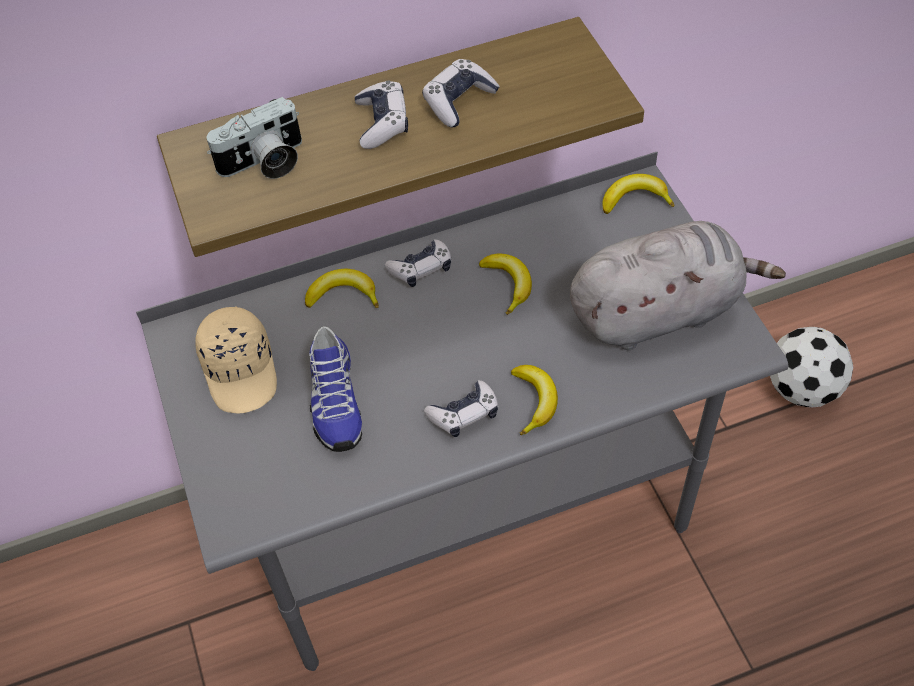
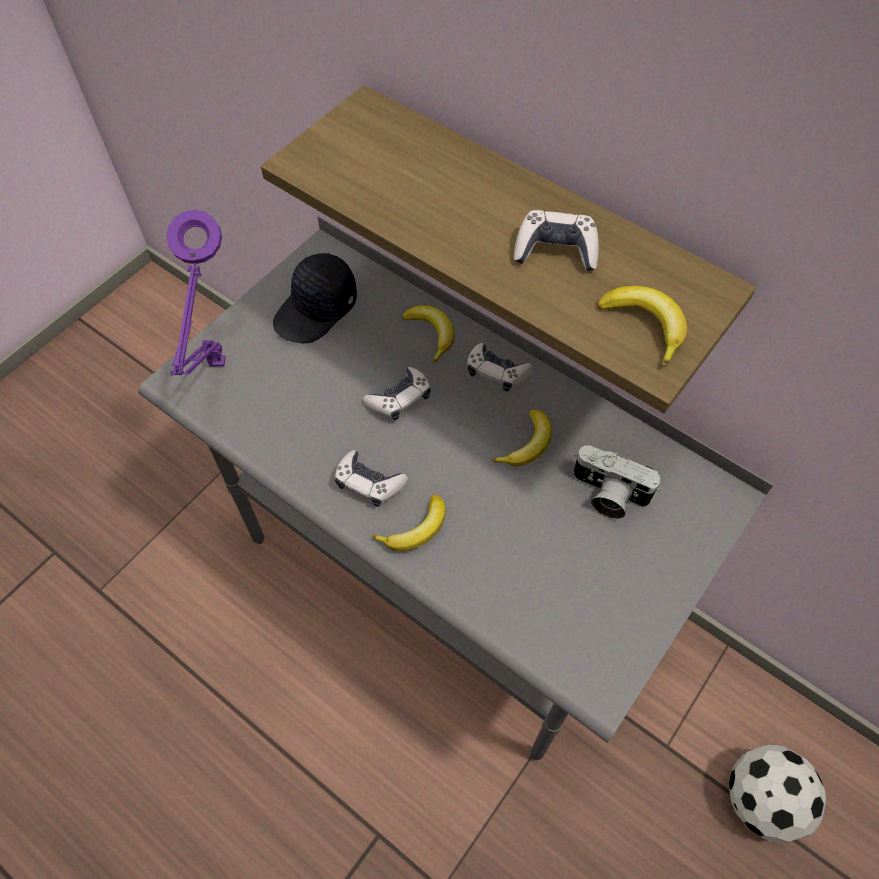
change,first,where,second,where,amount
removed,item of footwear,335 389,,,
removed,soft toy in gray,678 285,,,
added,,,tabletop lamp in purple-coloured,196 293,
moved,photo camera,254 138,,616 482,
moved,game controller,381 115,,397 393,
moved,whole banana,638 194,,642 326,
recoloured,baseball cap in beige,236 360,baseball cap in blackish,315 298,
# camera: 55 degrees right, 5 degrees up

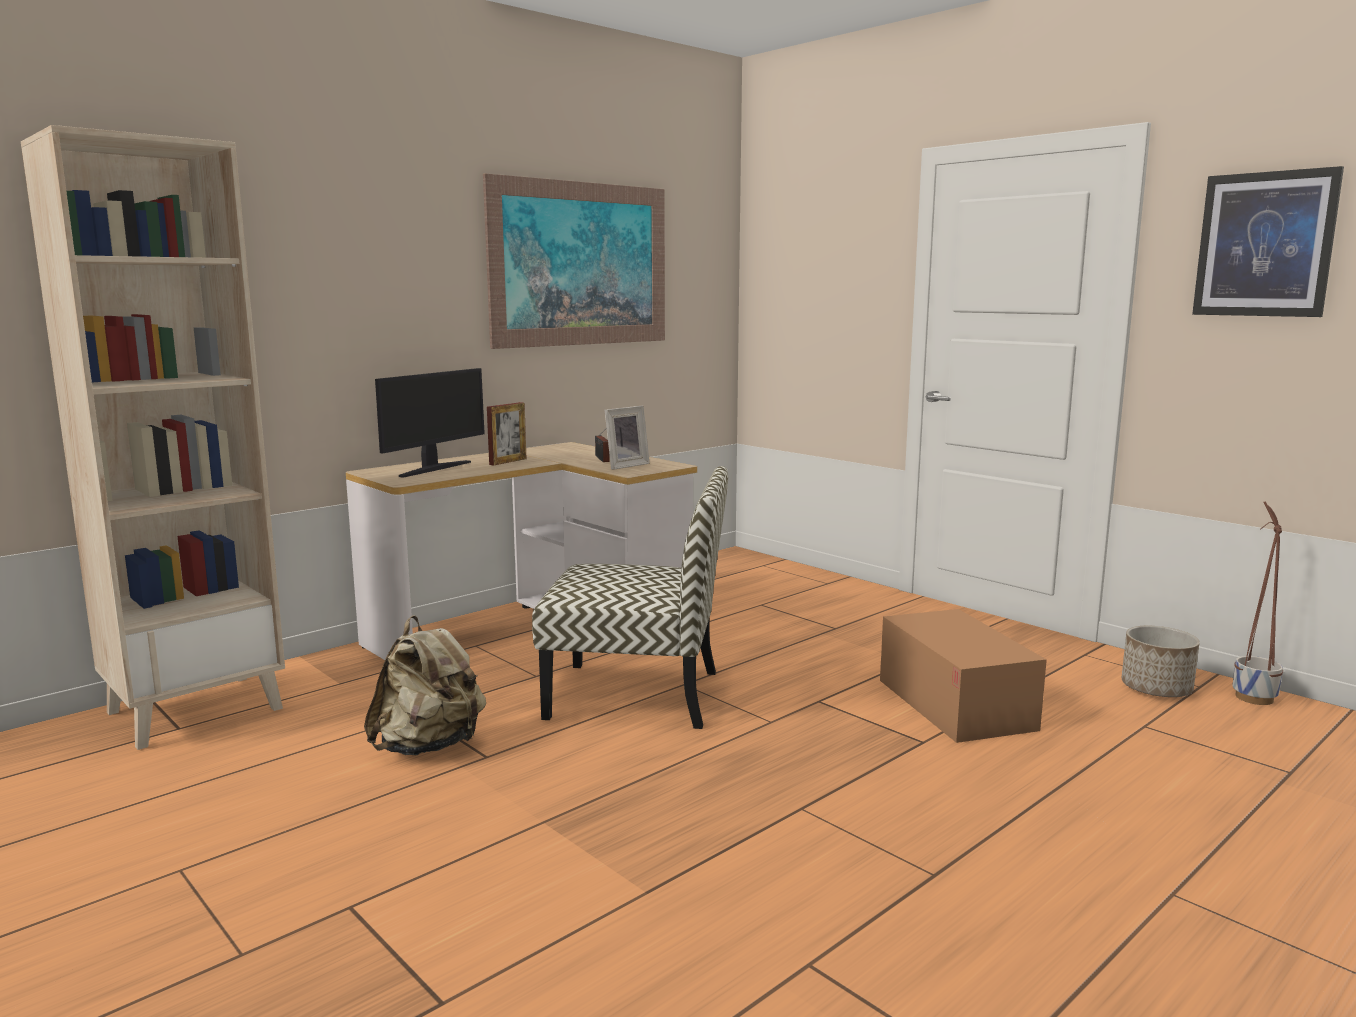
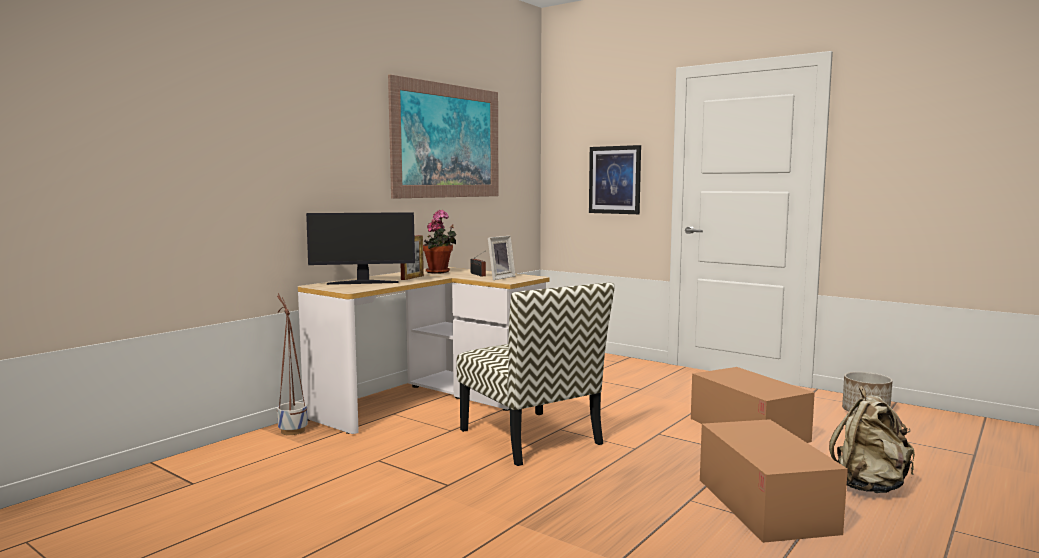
change,first,where,second,where,amount
removed,bookshelf in beige,153 437,,,
added,,,plant in a pot,440 242,
added,,,carton,774 481,
moved,knapsack in beige,425 685,,872 439,
moved,wall picture,1268 241,,615 179,
moved,planter,1257 603,,292 364,
turned,monitor,430 423,,360 248,60 degrees clockwise
turned,upright chair,630 597,,536 374,60 degrees clockwise
# camera: 10 degrees left, 5 degrees down

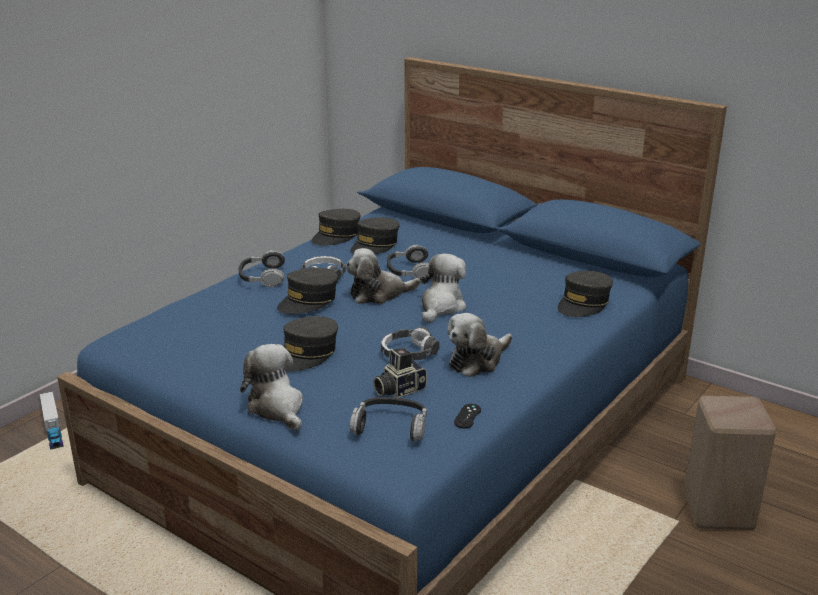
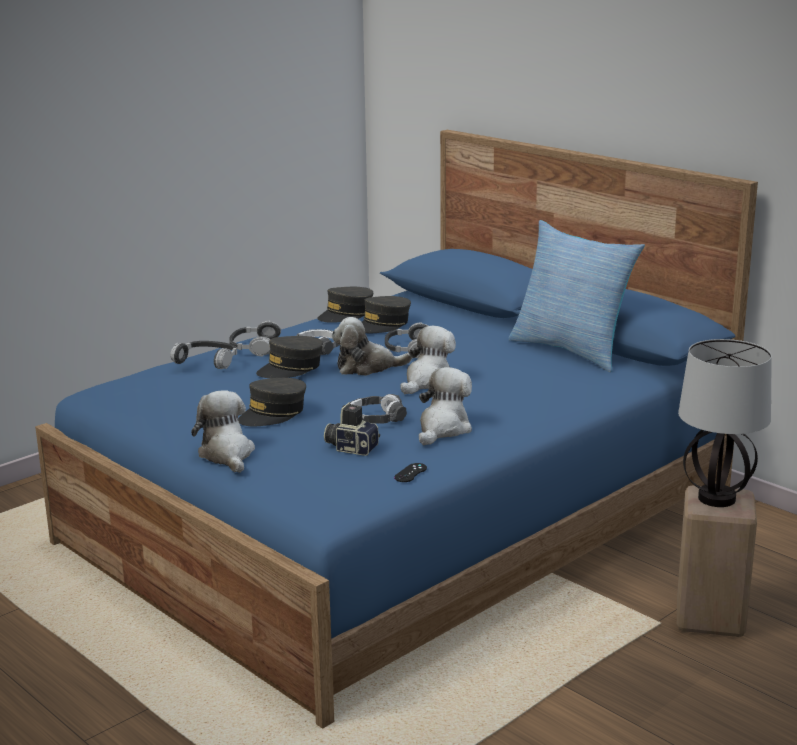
change,first,where,second,where,amount
removed,toy lorry,52 420,,,
removed,baseball cap in gray,585 294,,,
added,,,cushion,576 296,
added,,,tabletop lamp,725 423,
moved,headphones,388 419,,203 355,
turned,photo camera,400 373,,352 429,45 degrees clockwise
turned,soft toy,479 345,,445 406,150 degrees clockwise
# camera: 10 degrees right, 5 degrees down

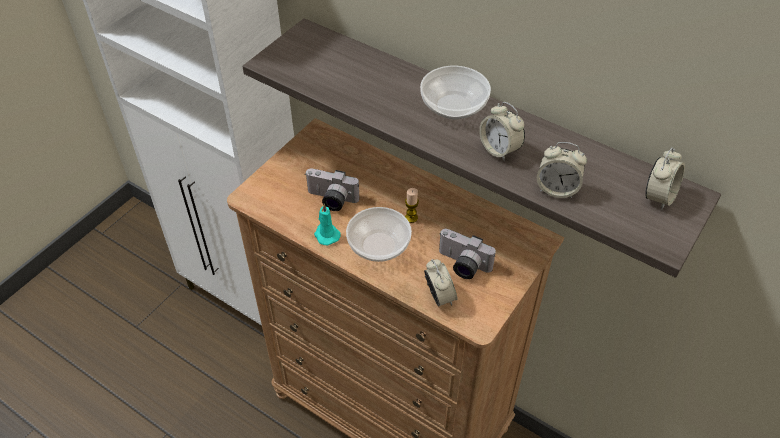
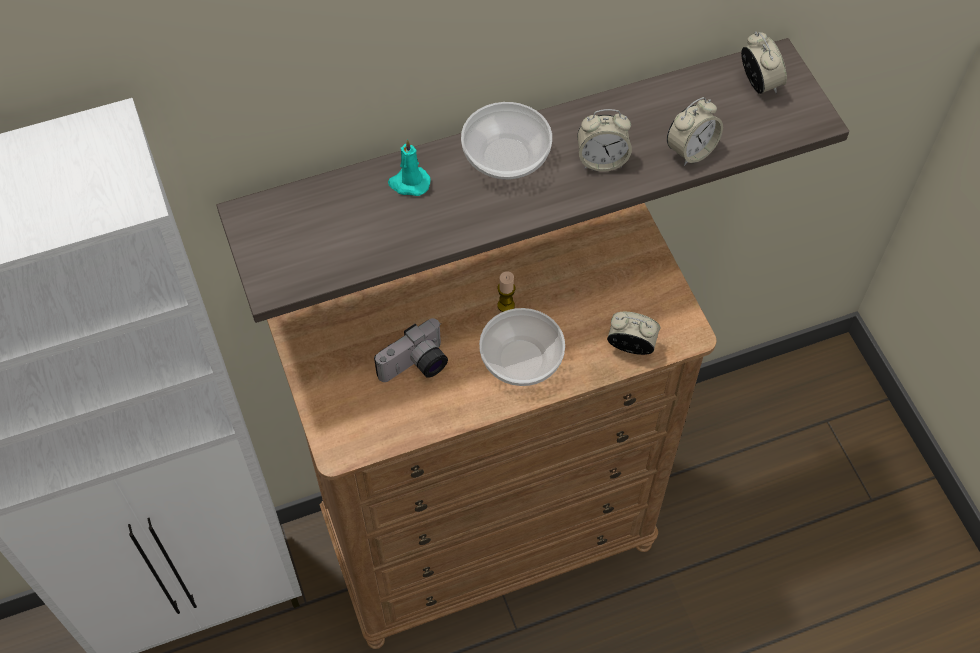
change,first,where,second,where,amount
removed,photo camera,467 254,,,
moved,candle in blue-green,327 224,,409 167,
# camera: 55 degrees left, 10 degrees up

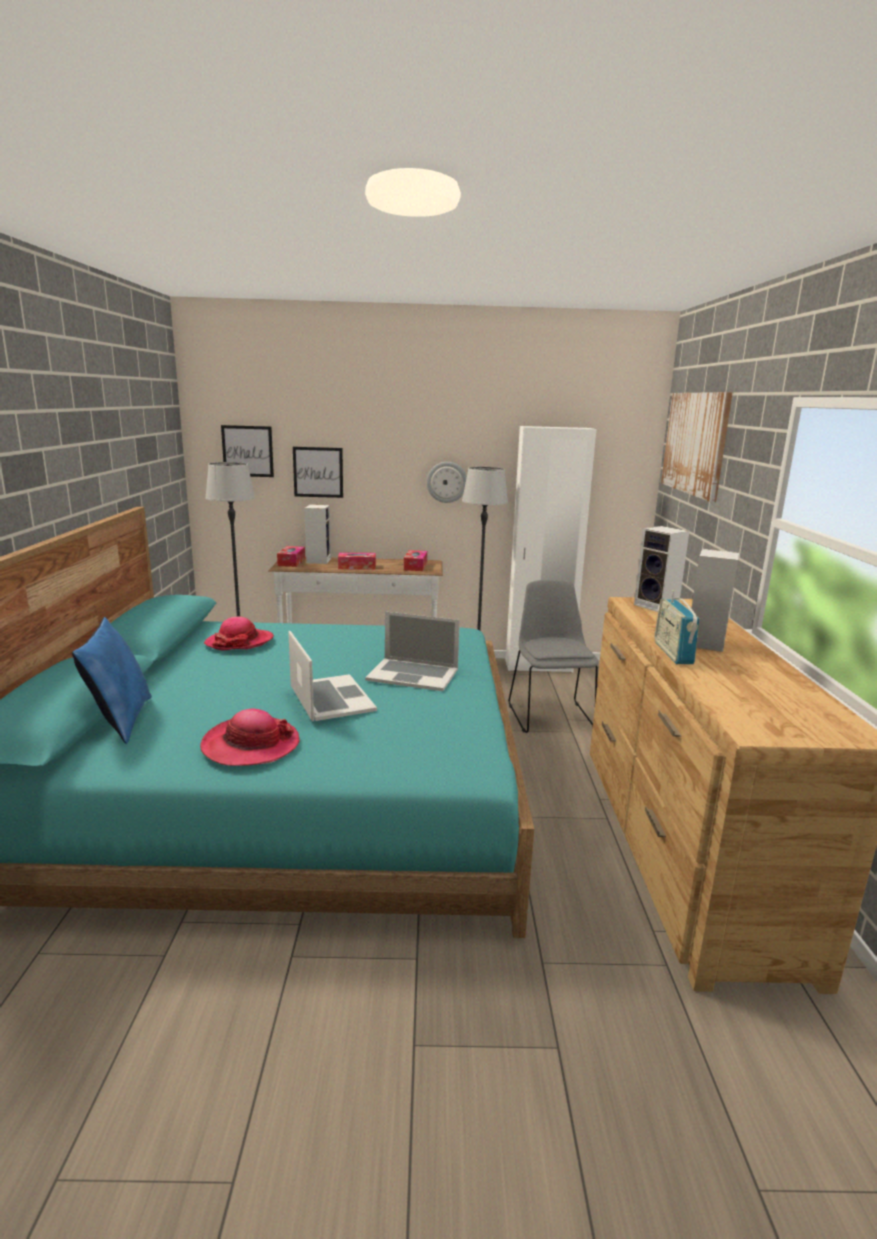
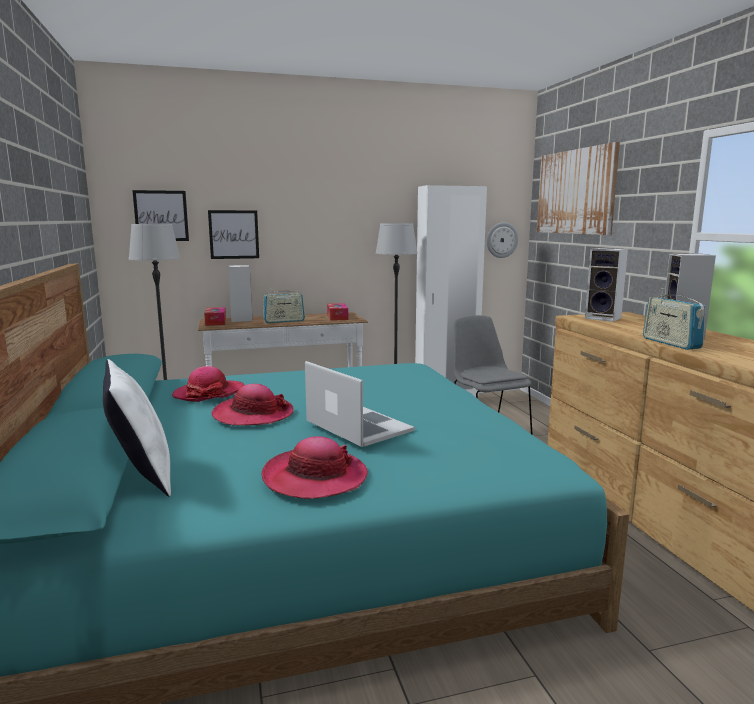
change,first,where,second,where,amount
removed,portable computer,412 651,,,
added,,,hat,253 405,
moved,clock on the wall,447 482,,502 240,
replaced,tissue box,357 561,radio set,284 305,
recoloured,cushion in blue,112 680,cushion in white,137 428,
# camera: 15 degrees left, 5 degrees down

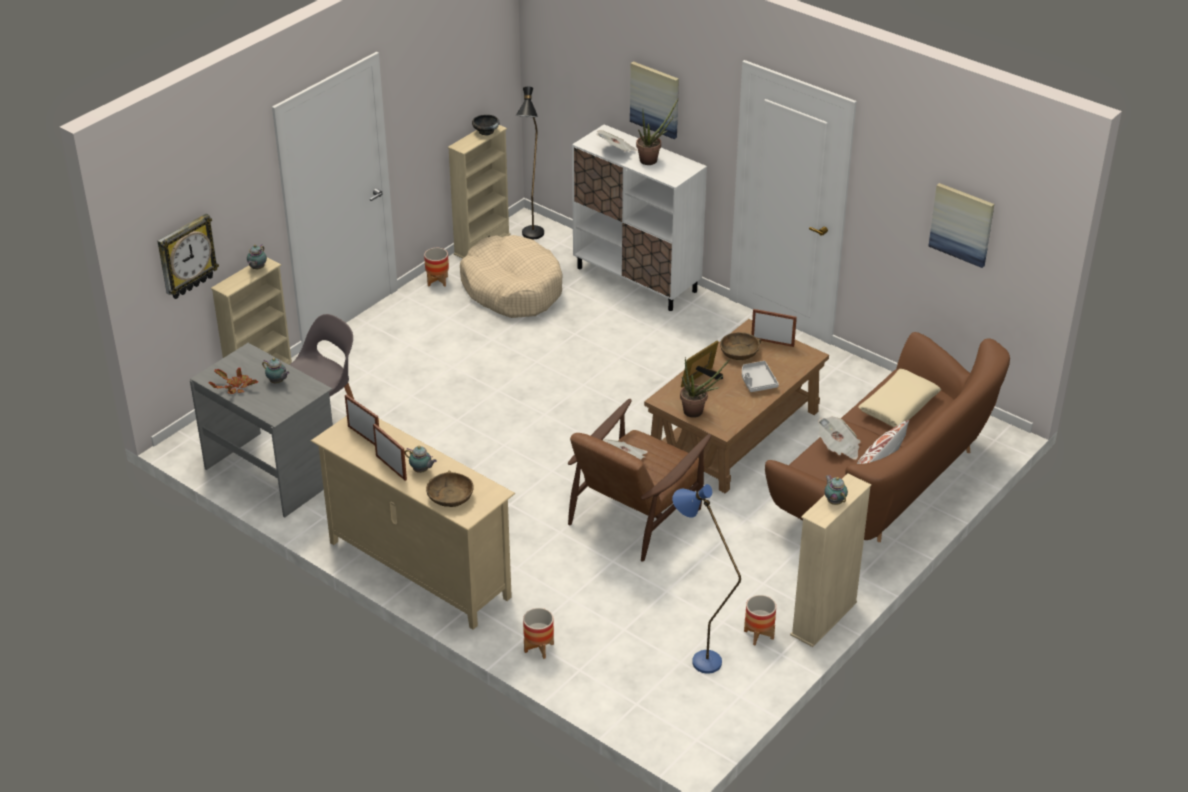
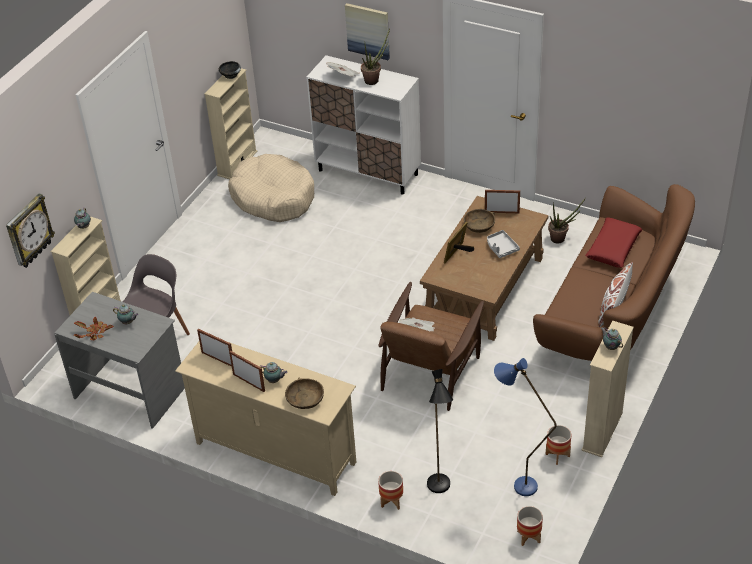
change,first,where,second,where,amount
removed,printed paper,839 438,,,
removed,wall picture,961 225,,,
moved,planter,436 267,,530 526,
moved,standard lamp in blackish,530 163,,440 431,
moved,plant in a pot,705 387,,566 221,
recoloured,cushion in beige,899 398,cushion in reddish,613 243,
# camera: 10 degrees left, 5 degrees up

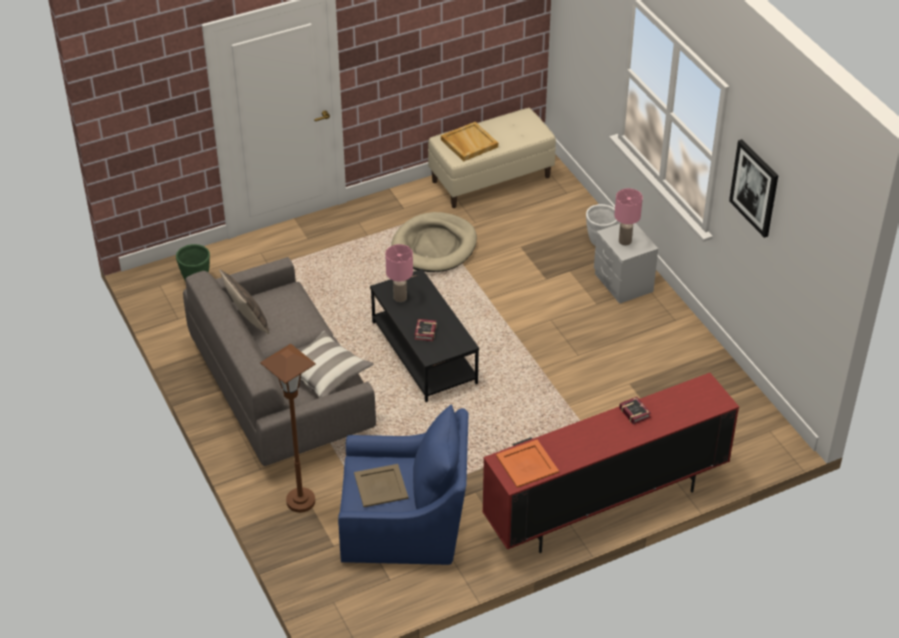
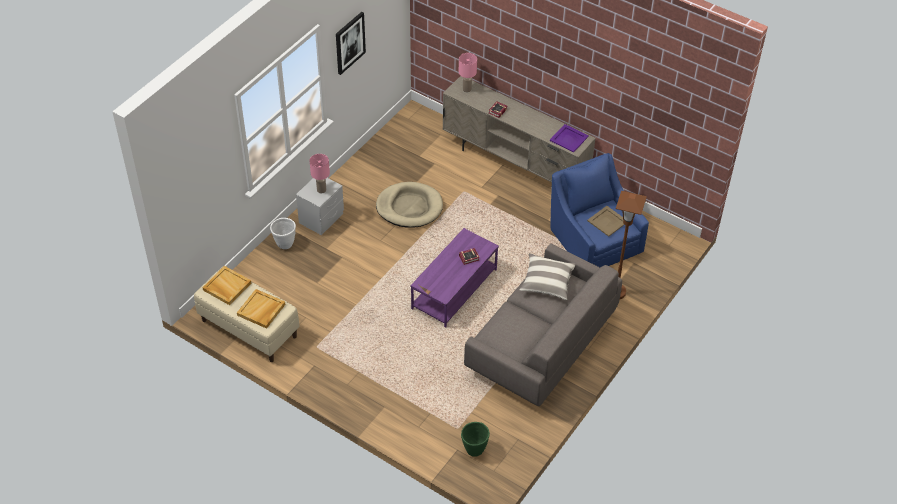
change,first,where,second,where,amount
removed,cushion,244 301,,,
added,,,tray in beige,226 285,
moved,tabletop lamp in pink,399 273,,468 73,
moved,dog bed in beige,434 242,,409 205,
recoloured,lounge table in blackish,424 335,lounge table in purple-coloured,455 278,
recoloured,media console in reddish,610 463,media console in beige,519 129,
recoloured,tray in orangey,527 464,tray in purple-coloured,569 138,
# camera: 120 degrees left, 5 degrees up

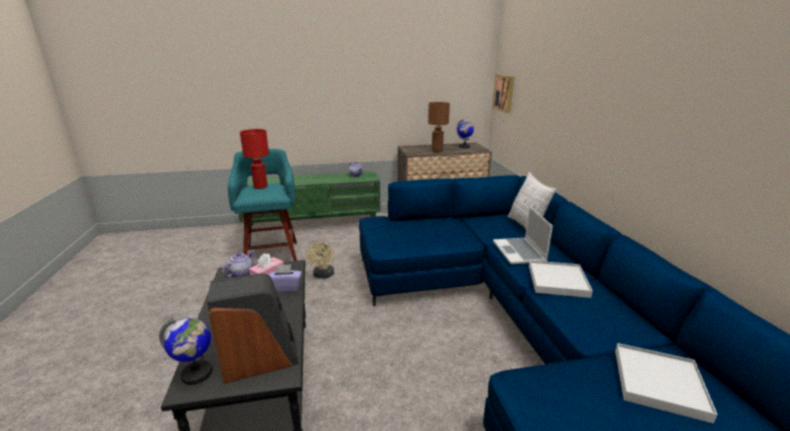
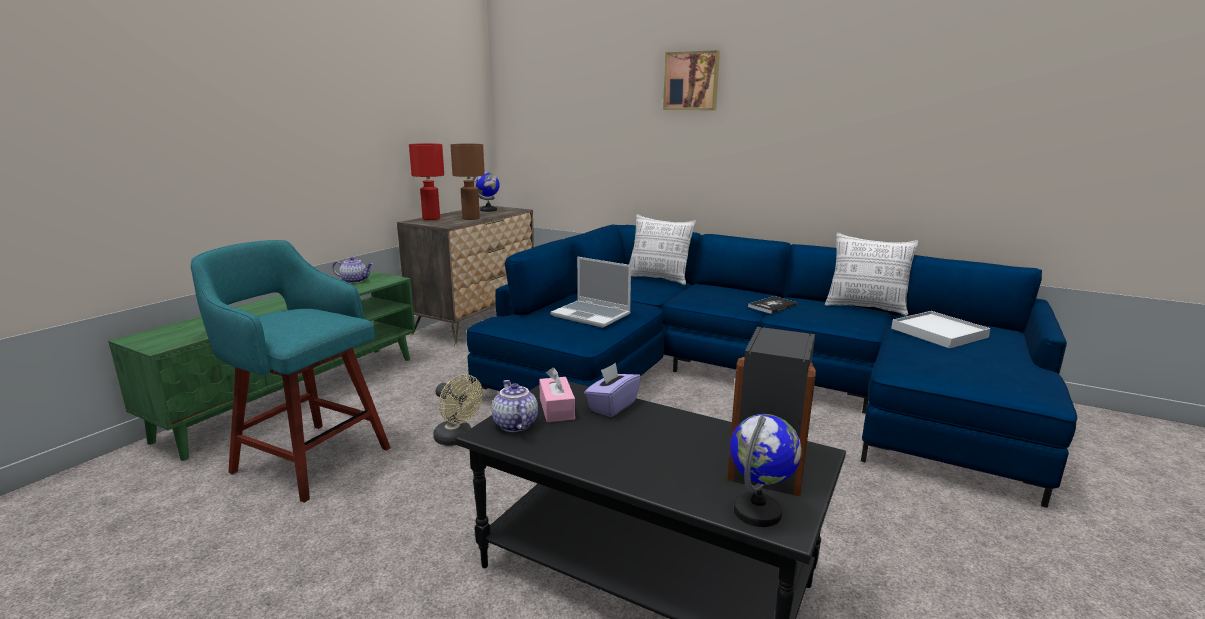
change,first,where,second,where,amount
added,,,cushion,872 274,
moved,tabletop lamp in reddish,254 159,,426 181,
moved,wall picture,503 93,,691 80,
moved,portable computer,523 235,,590 292,
replaced,tray in white,561 279,book,773 305,
# camera: 50 degrees left, 5 degrees down

